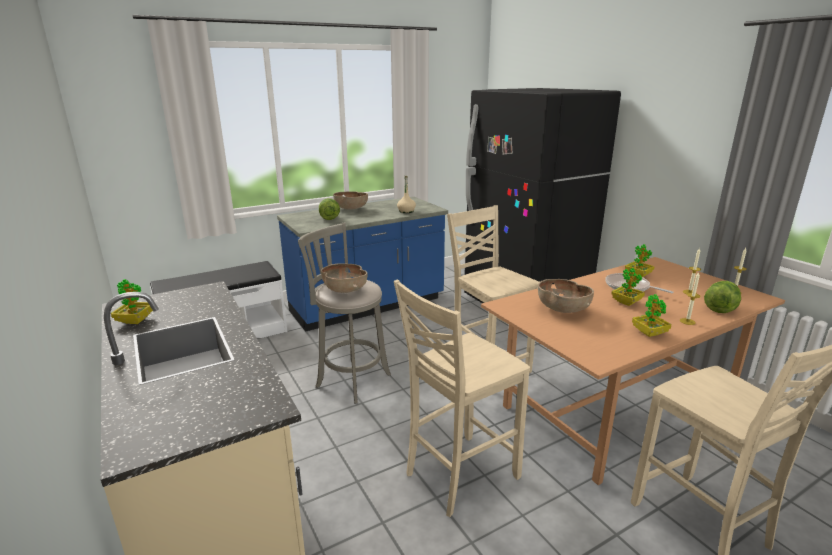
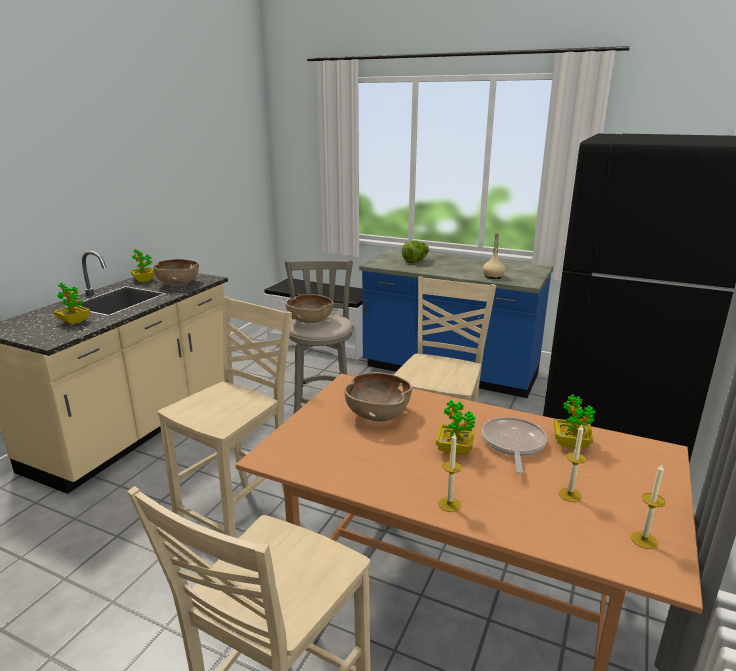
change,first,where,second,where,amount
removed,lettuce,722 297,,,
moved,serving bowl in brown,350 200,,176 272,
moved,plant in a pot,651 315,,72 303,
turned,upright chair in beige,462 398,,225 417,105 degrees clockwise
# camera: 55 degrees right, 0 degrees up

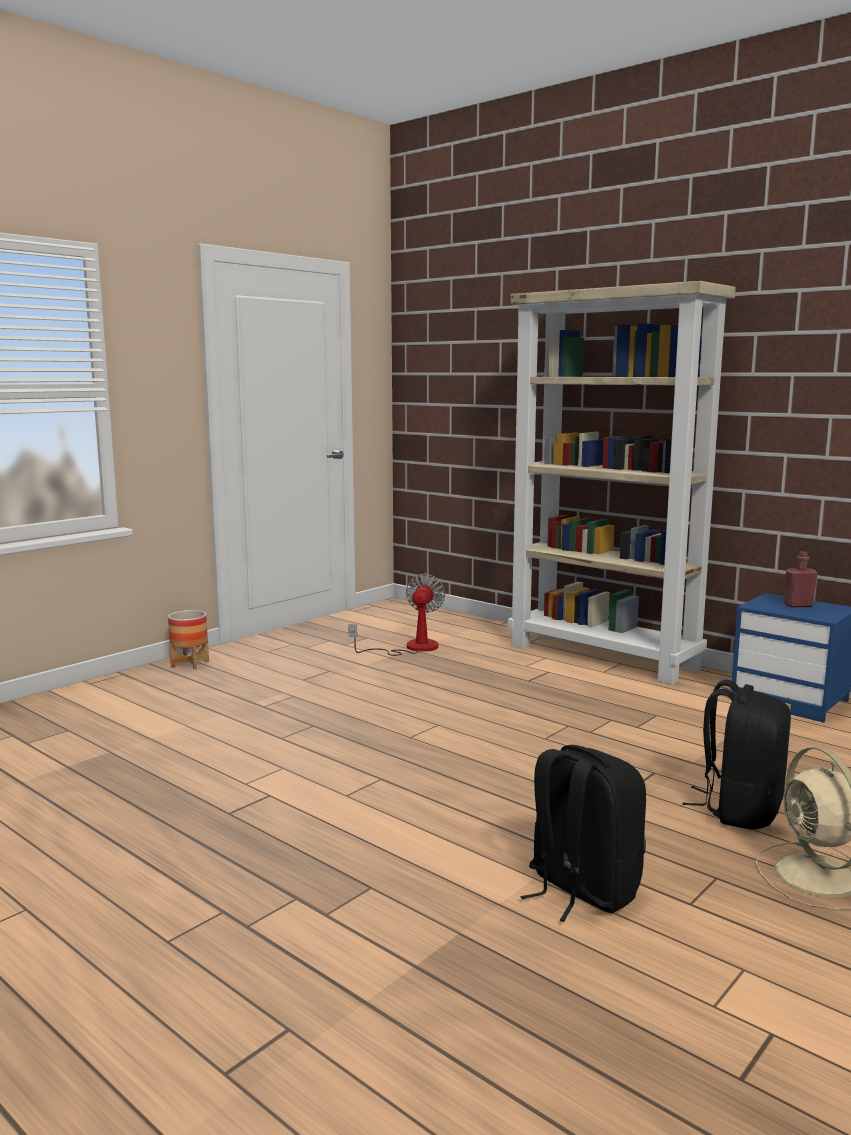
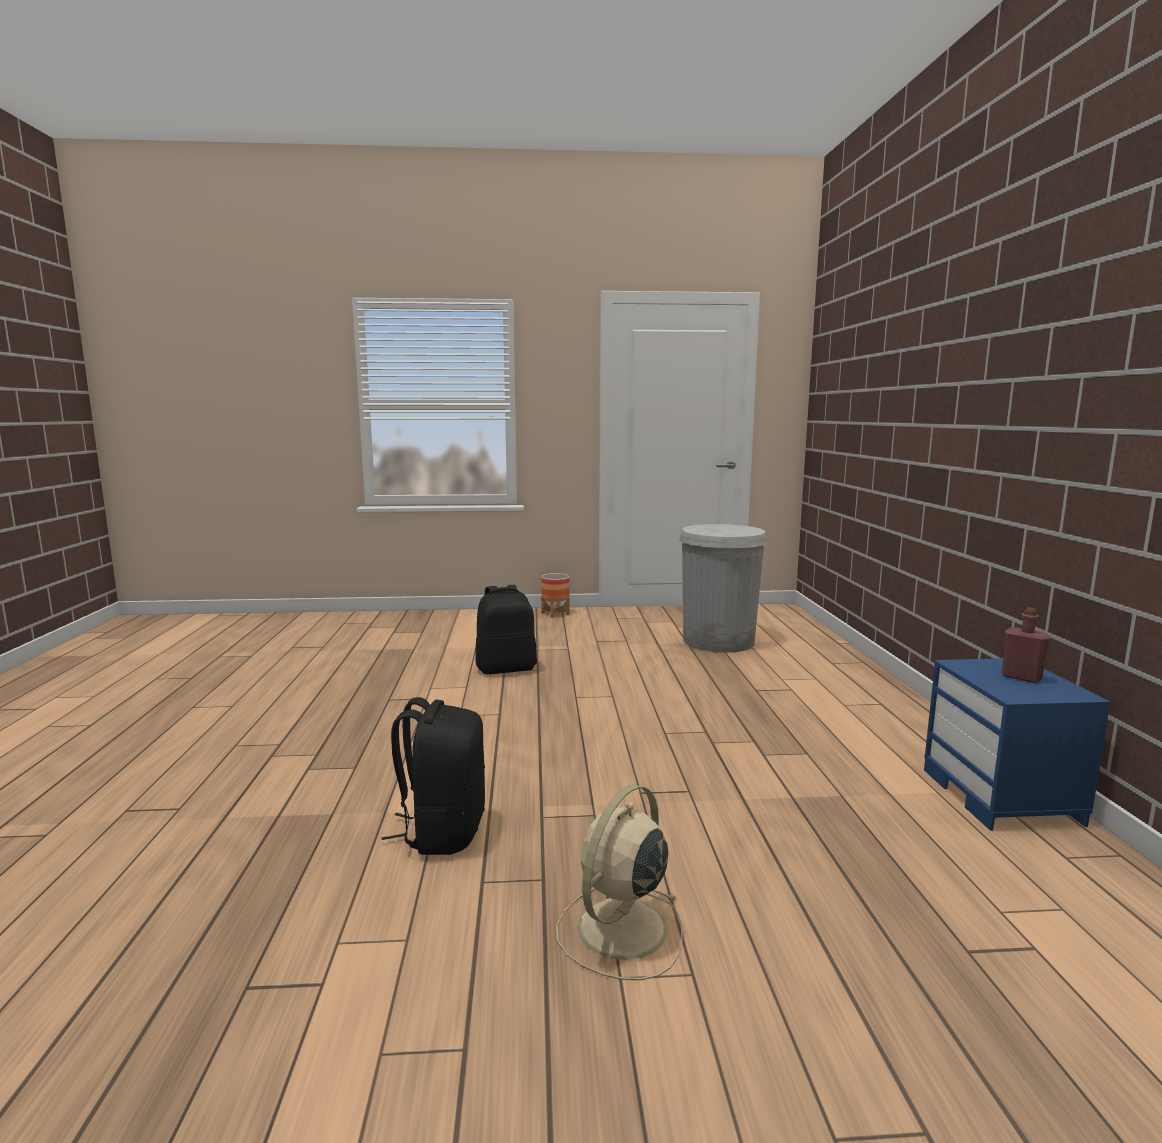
change,first,where,second,where,amount
removed,bookshelf in beige,622 483,,,
moved,knapsack in blackish,737 755,,506 629,
replaced,cooling fan,396 615,rubbish bin in white,723 588,
# camera: 45 degrees right, 0 degrees up

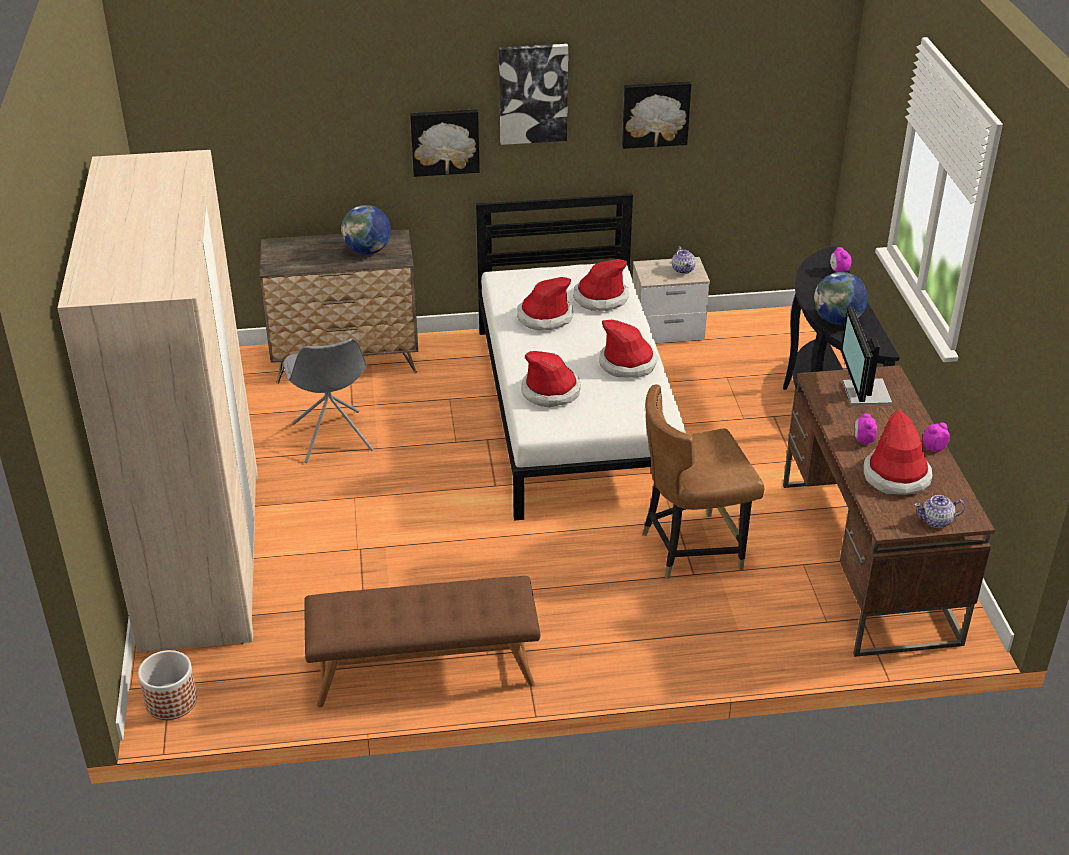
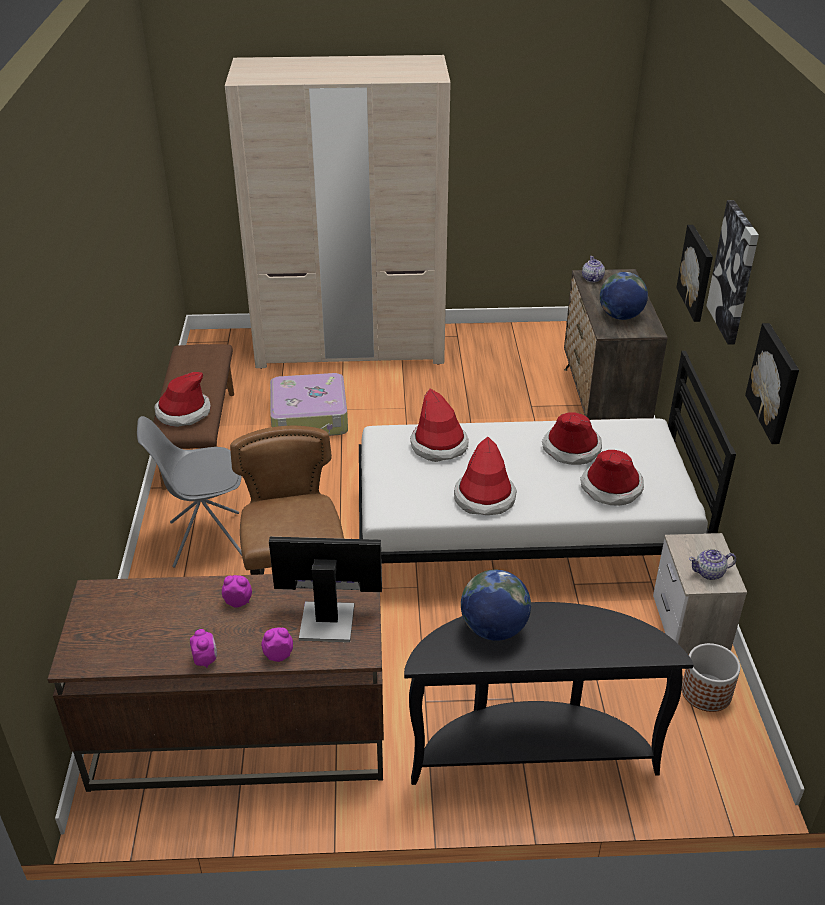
change,first,where,second,where,amount
added,,,suitcase,309 404,
moved,planter,167 685,,711 677,
moved,upright chair in gray,329 401,,189 492,
moved,bedside clock,840 259,,277 644,
moved,hat,898 452,,182 399,
moved,pot for tea,939 511,,593 269,
# camera: 95 degrees right, 0 degrees up

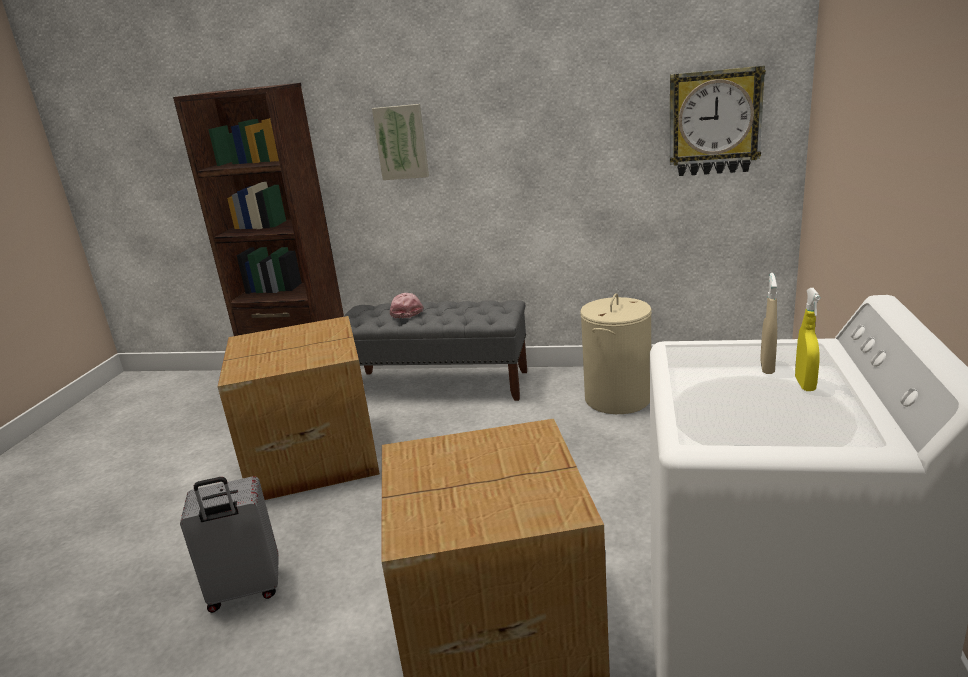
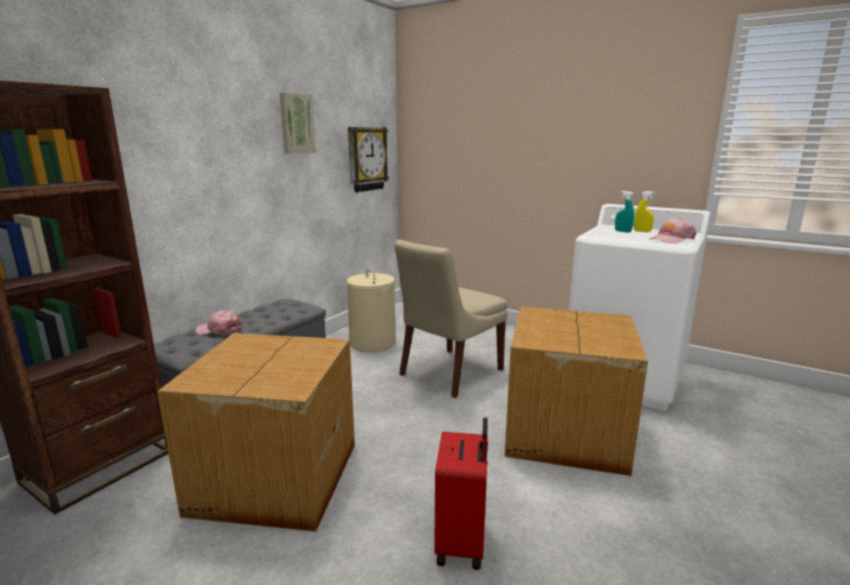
change,first,where,second,where,amount
added,,,upright chair in beige,451 319,
added,,,baseball cap in pink,673 231,
moved,wall picture,400 142,,298 123,
recoloured,suitcase in gray,229 544,suitcase in reddish,461 493,
recoloured,spray bottle in beige,768 323,spray bottle in blue-green,624 212,
# camera: 70 degrees left, 5 degrees down

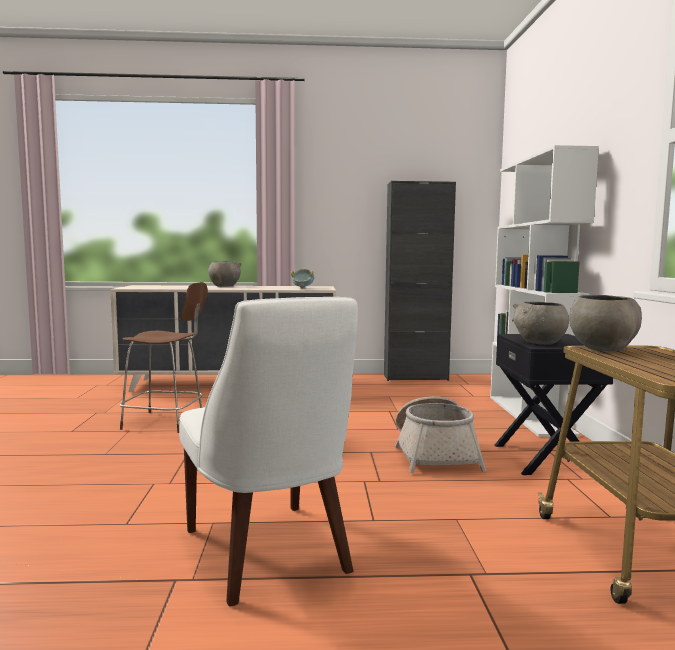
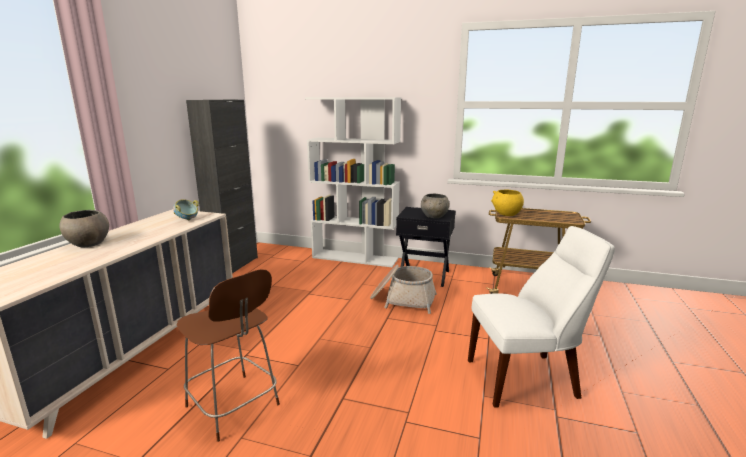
change,first,where,second,where,amount
recoloured,serving bowl in gray,605 323,serving bowl in yellow-coloured,507 203,
turned,upright chair in brown,164 357,,228 355,105 degrees clockwise
# camera: 70 degrees left, 10 degrees up

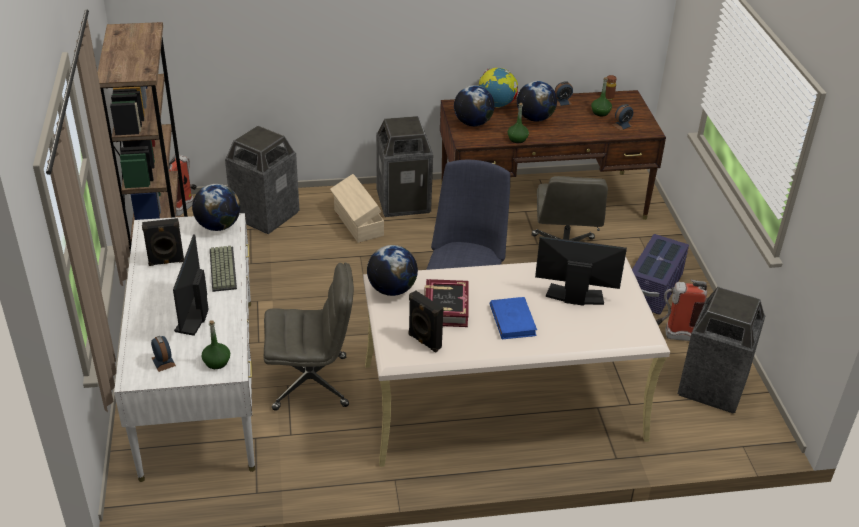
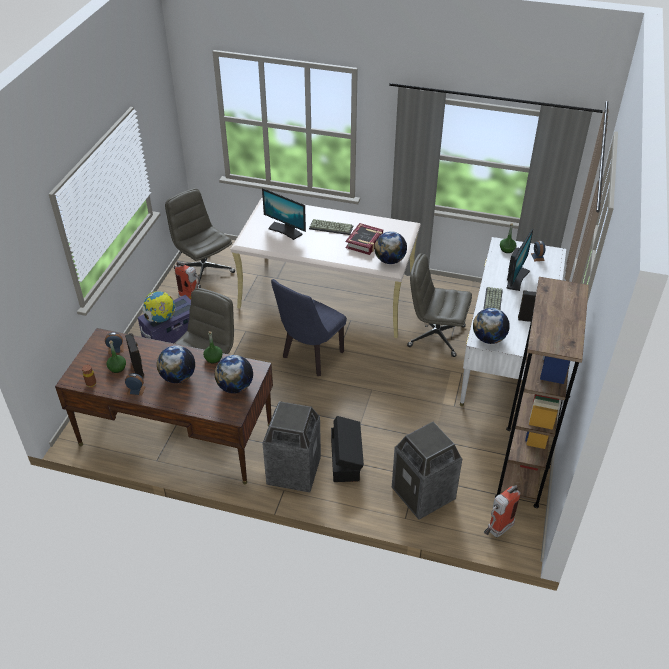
change,first,where,second,where,amount
moved,audio speaker in blackish,426 321,,134 355,
moved,globe,498 88,,158 306,
replaced,book in blue,513 318,PC keyboard,331 227,
replaced,rubbish bin,721 350,office chair in gray,200 238,
recoloured,storage bin in beige,357 208,storage bin in blackish,347 449,
# camera: 155 degrees left, 5 degrees up

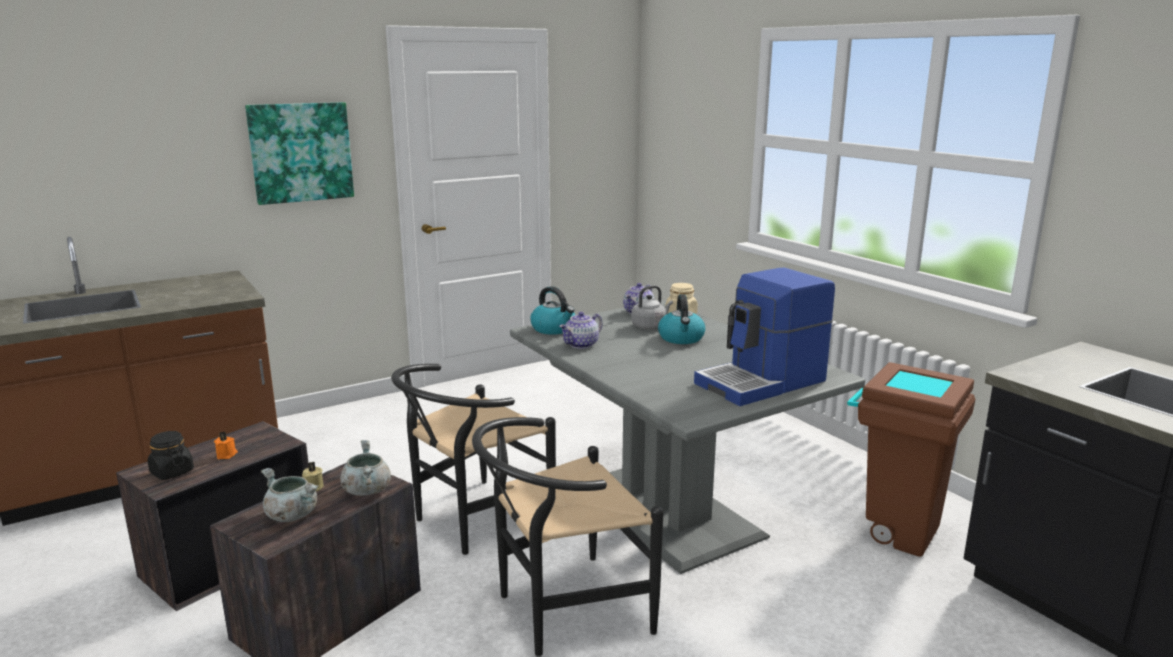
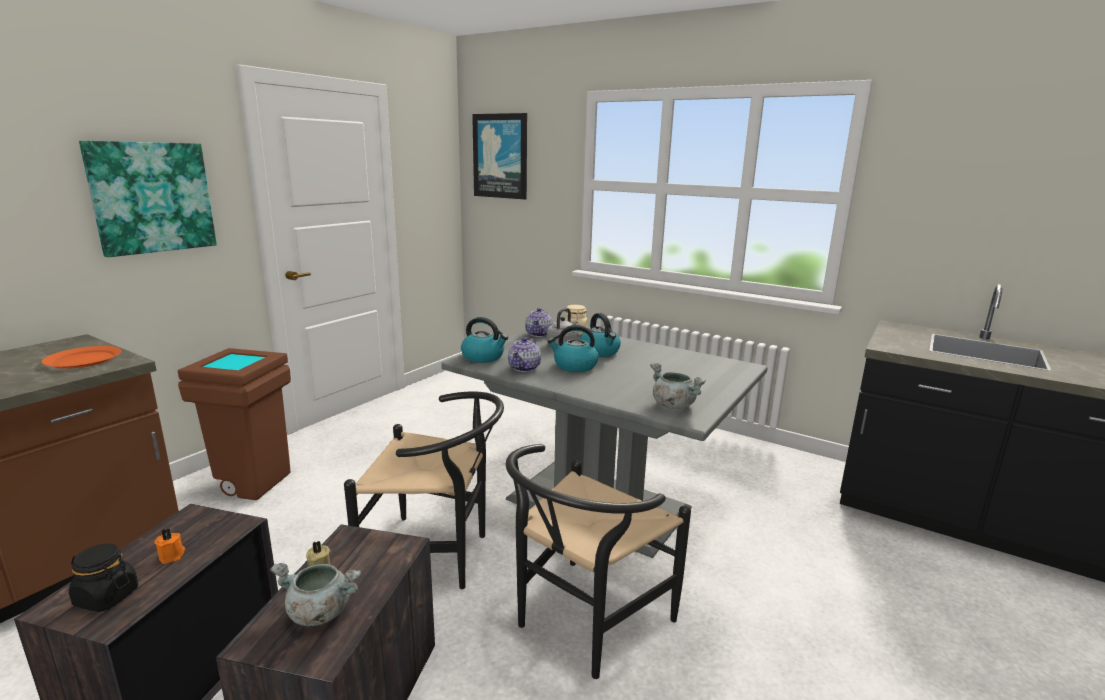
change,first,where,second,where,amount
removed,coffee machine,764 337,,,
added,,,plate in orangey,81 357,
added,,,wall picture,499 156,
added,,,tea kettle,573 348,
moved,saucepot in gray,365 468,,678 386,
moved,rubbish bin in brown,911 459,,234 424,
turned,upright chair in blackish,473 459,,424 490,105 degrees counterclockwise
# camera: 25 degrees left, 0 degrees up

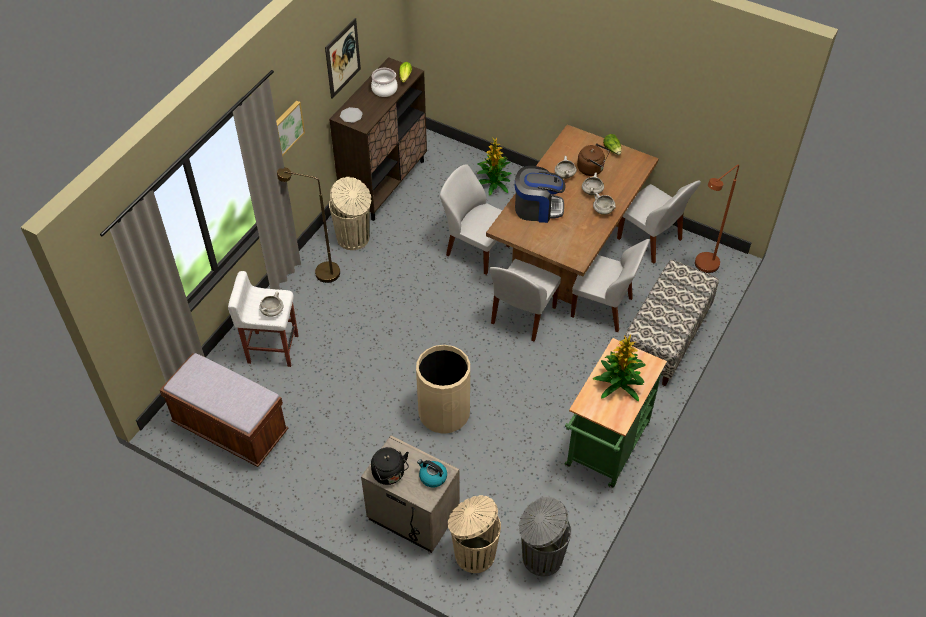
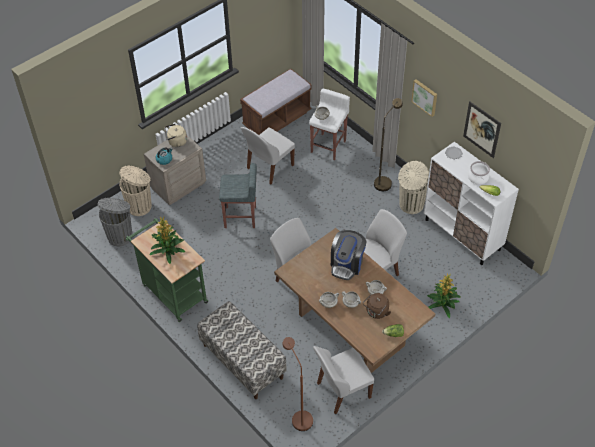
change,first,where,second,where,amount
moved,upright chair in white,610 285,,268 155,
replaced,rubbish bin in beige,443 389,stool in gray,238 195,
recoloured,storage cabinet in brown,378 139,storage cabinet in white,471 203,
recoloured,tea kettle in blackish,390 466,tea kettle in beige,176 135,
# camera: 110 degrees right, 0 degrees up

